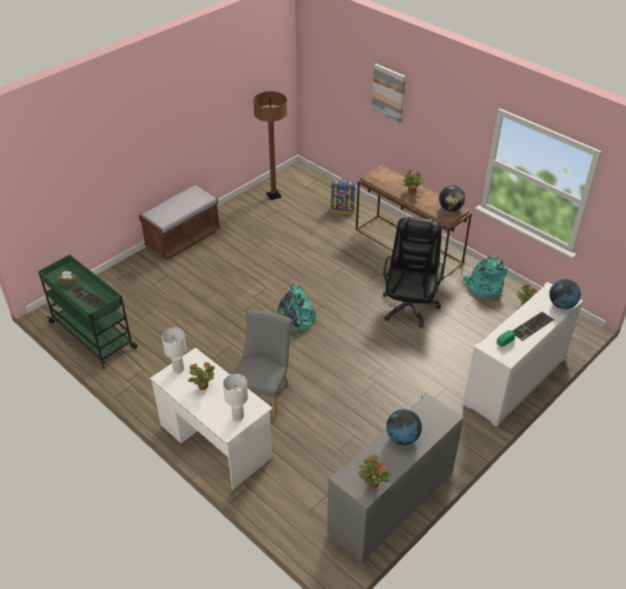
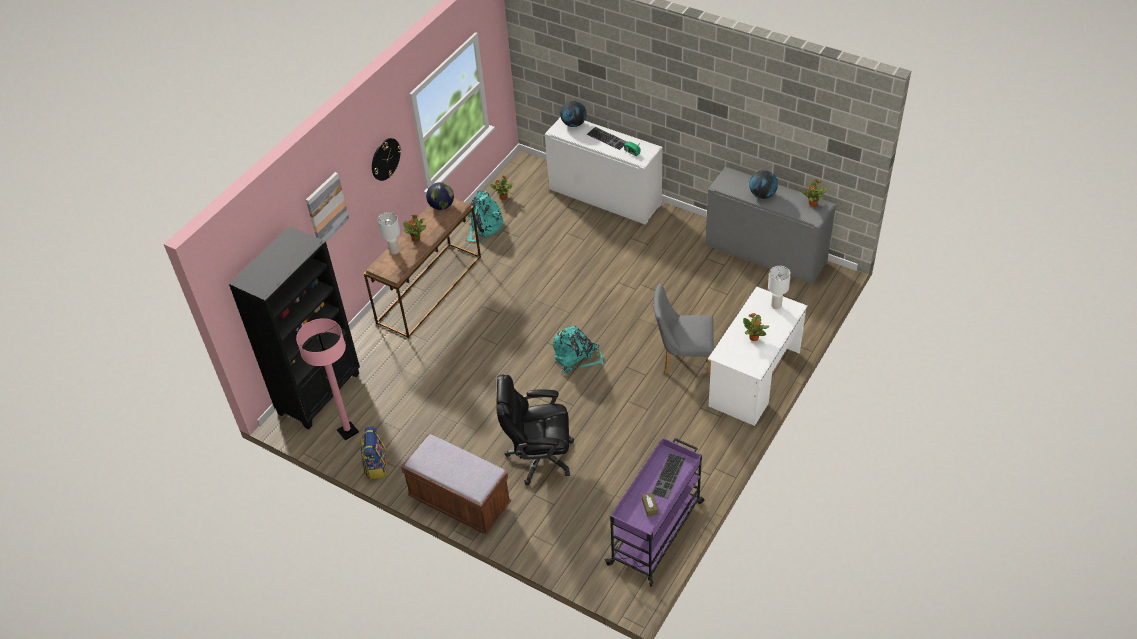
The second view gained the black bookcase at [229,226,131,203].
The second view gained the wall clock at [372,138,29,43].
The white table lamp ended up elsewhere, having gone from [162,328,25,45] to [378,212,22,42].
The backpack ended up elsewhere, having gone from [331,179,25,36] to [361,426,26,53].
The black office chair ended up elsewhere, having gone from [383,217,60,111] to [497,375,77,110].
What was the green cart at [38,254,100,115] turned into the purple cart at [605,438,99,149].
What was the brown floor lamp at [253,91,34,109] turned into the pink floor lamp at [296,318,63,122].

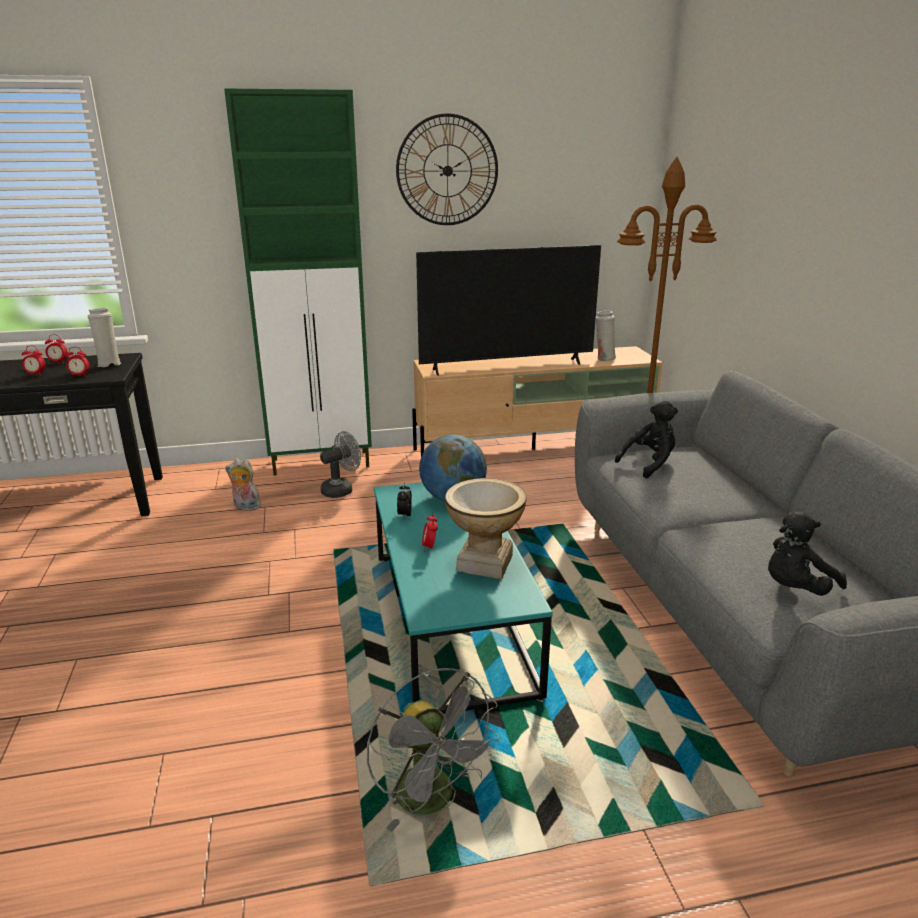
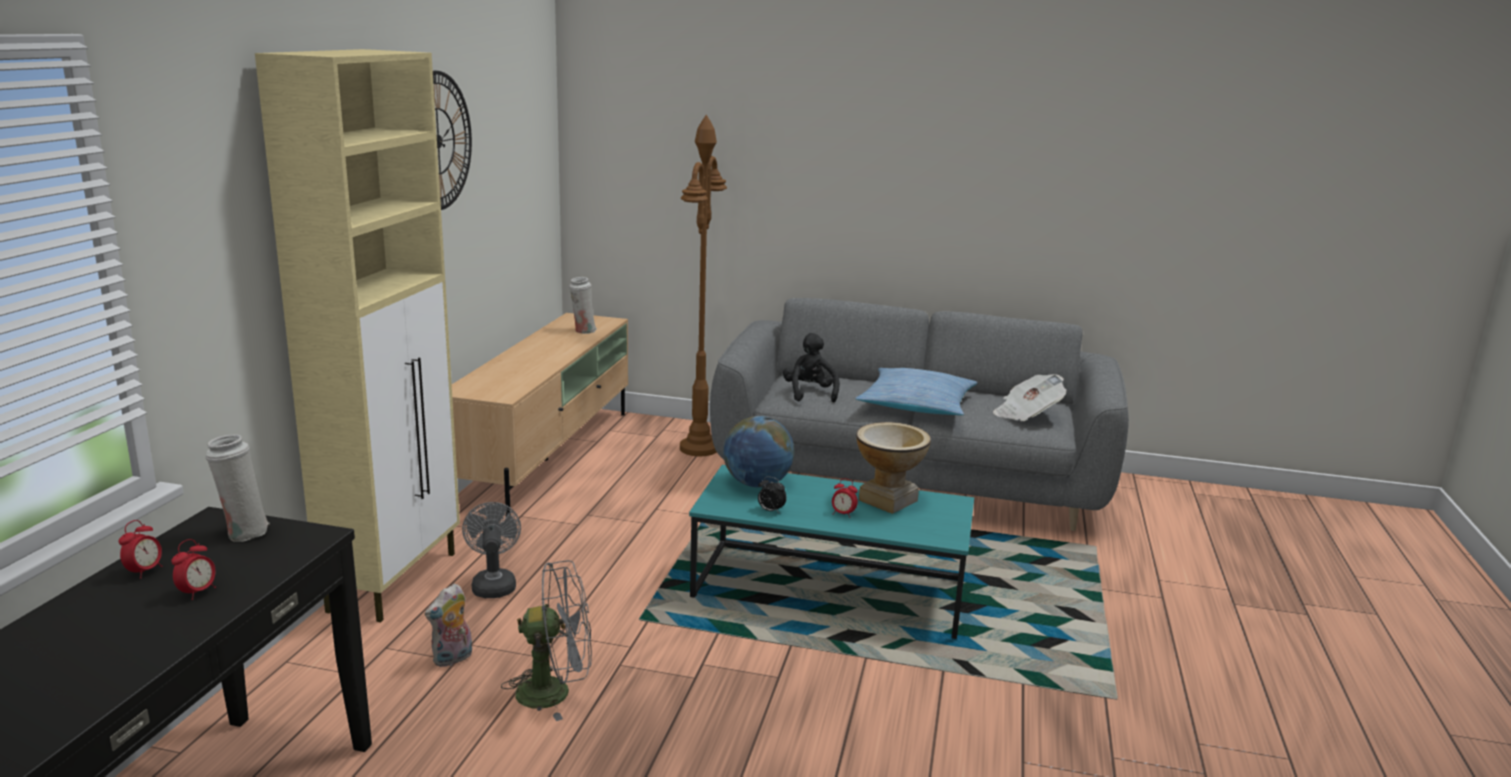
The second view lost the alarm clock at [65,347,24,31].
The second view lost the television at [416,245,185,131].
The second view gained the pillow at [855,368,122,47].
The grey fan ended up elsewhere, having gone from [366,668,134,164] to [501,560,91,161].
Where the black plush toy stood at [768,512,79,84], the newspaper came to stand at [993,374,73,47].
What was the green cabinet at [224,88,148,388] turned into the beige cabinet at [255,49,205,573].

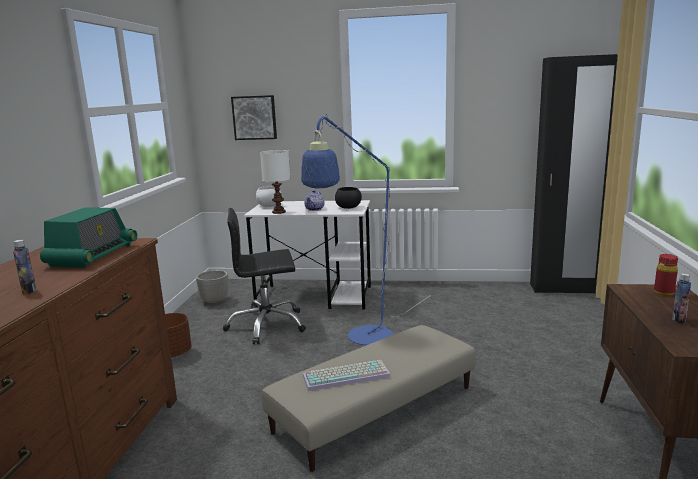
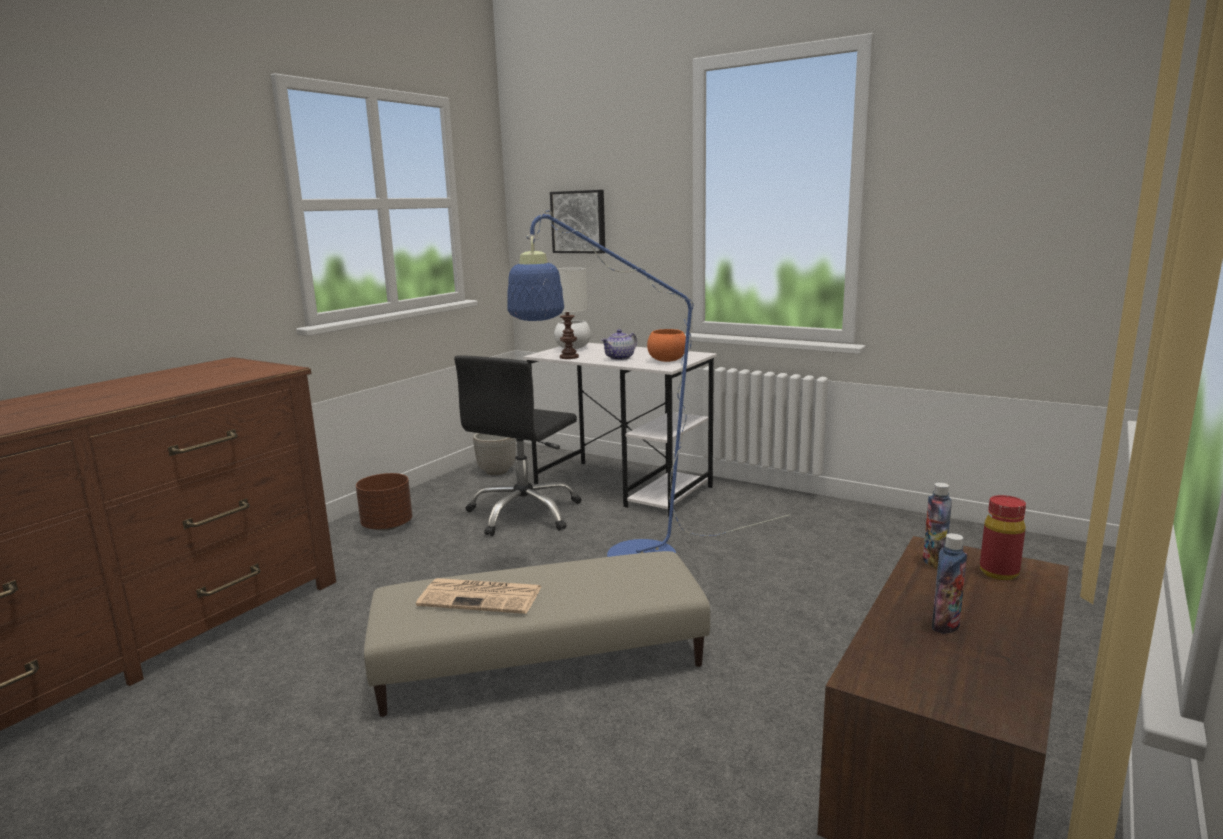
The second view lost the radio at [40,207,97,61].
The second view lost the black wardrobe at [530,54,88,239].
The bottle ended up elsewhere, having gone from [13,240,24,54] to [923,482,29,87].
Where the keyboard stood at [303,360,88,31], the newspaper came to stand at [416,578,125,36].
What was the black bowl at [335,187,27,22] turned into the orange bowl at [647,329,39,33].
The black office chair at [223,208,83,136] ended up facing another way, 75 degrees counterclockwise from before.

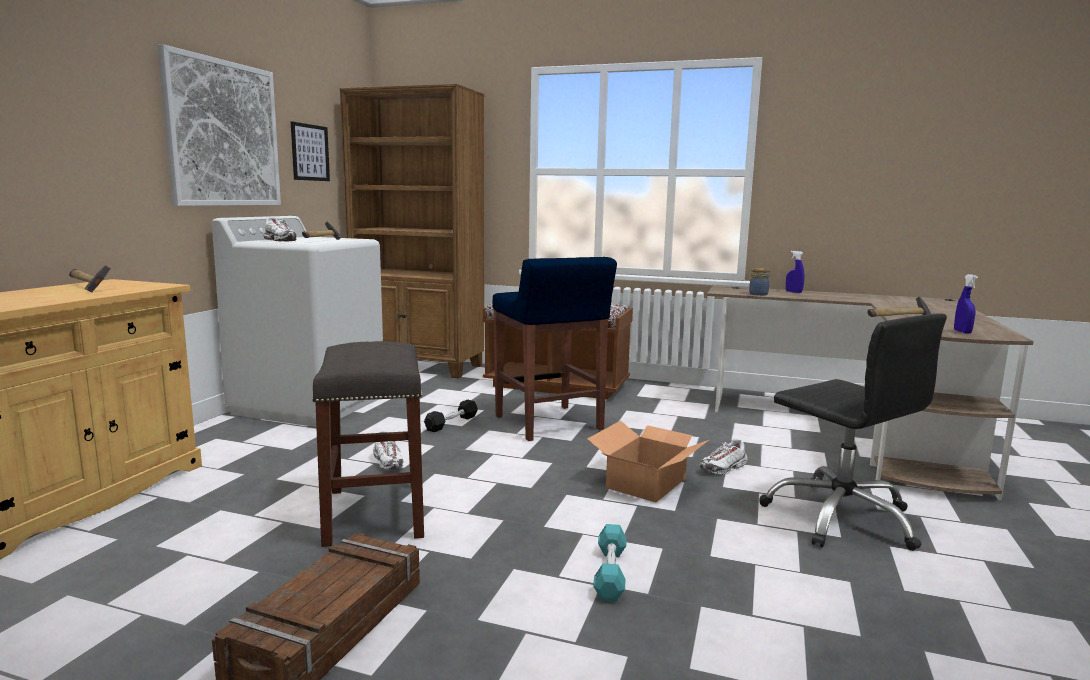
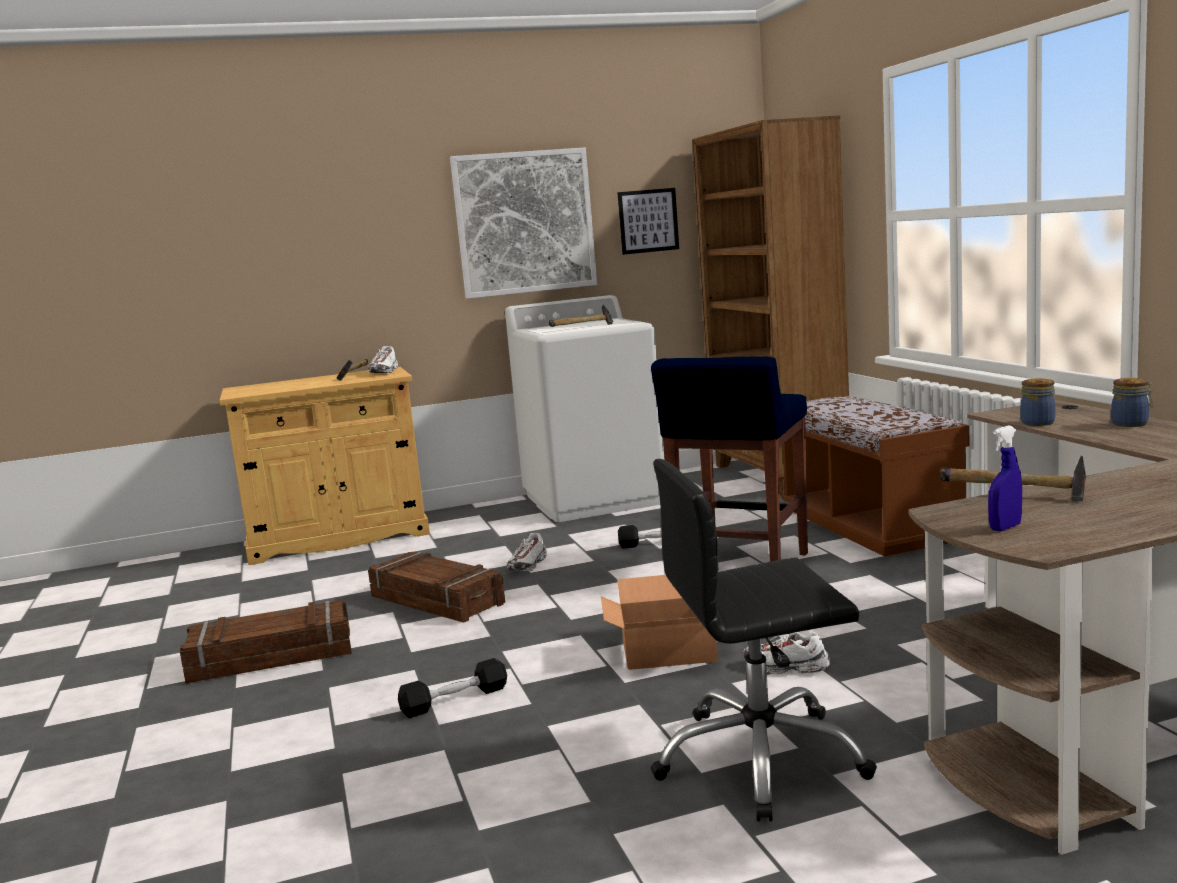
The white shoe ended up elsewhere, having gone from [263,217,34,25] to [368,346,30,27].
Where the grey stool stood at [312,341,112,206], the crate came to stand at [368,552,137,71].
Where the blue spray bottle stood at [786,251,18,42], the jar came to stand at [1111,378,42,49].
What was the turquoise dumbbell at [593,524,34,78] turned into the black dumbbell at [398,658,109,60].
The black office chair at [759,313,188,238] ended up facing another way, 60 degrees clockwise from before.

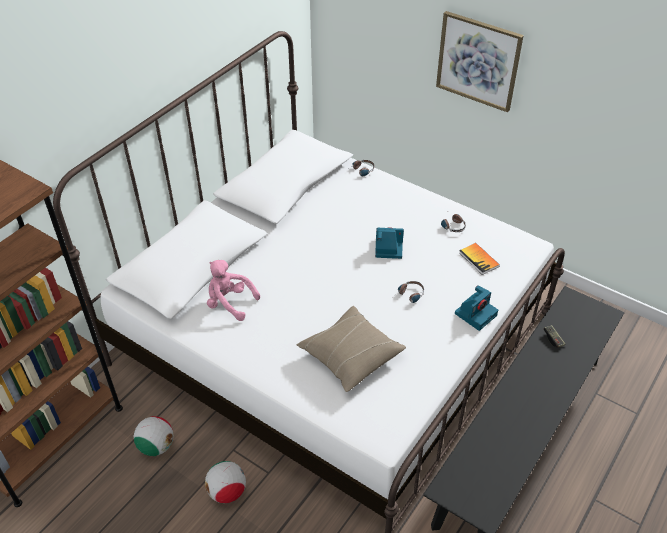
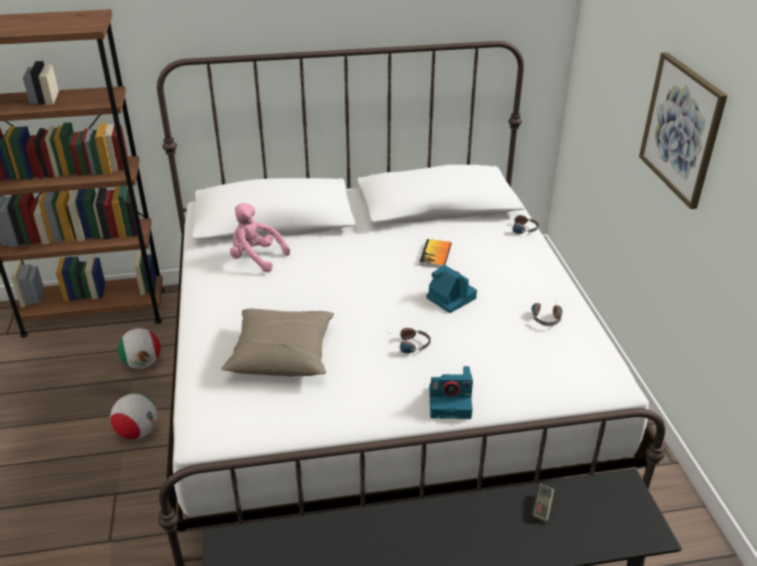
The book ended up elsewhere, having gone from [459,243,41,32] to [419,239,33,29].
The pink plush toy at [207,260,53,61] ended up facing another way, 45 degrees counterclockwise from before.

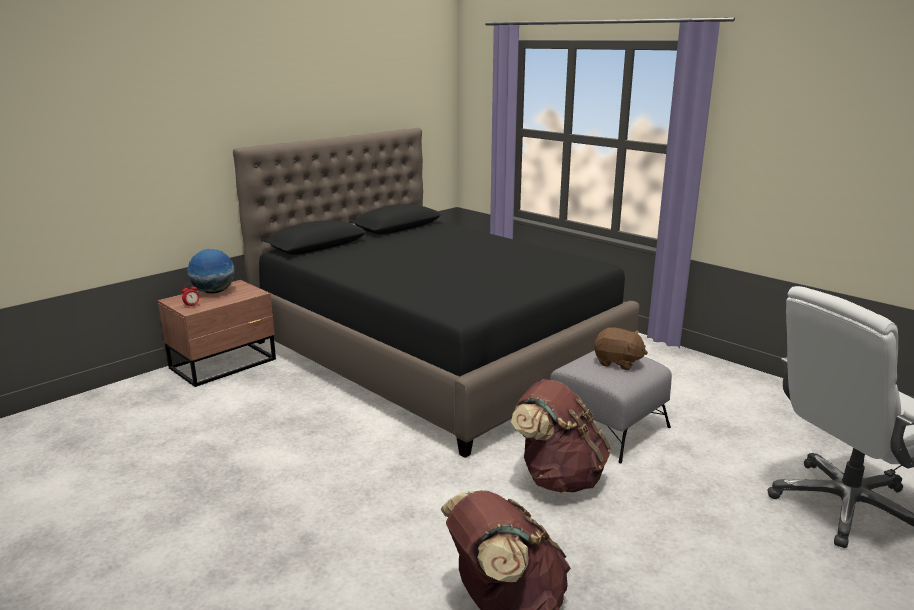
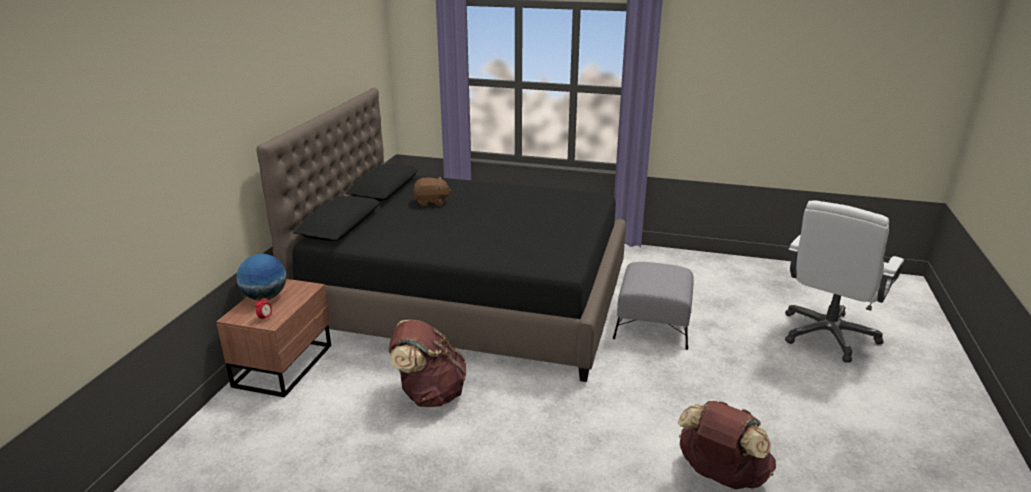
The brown backpack ended up elsewhere, having gone from [511,379,100,113] to [388,320,78,87].
The brown plush toy ended up elsewhere, having gone from [594,327,54,43] to [413,177,38,29].

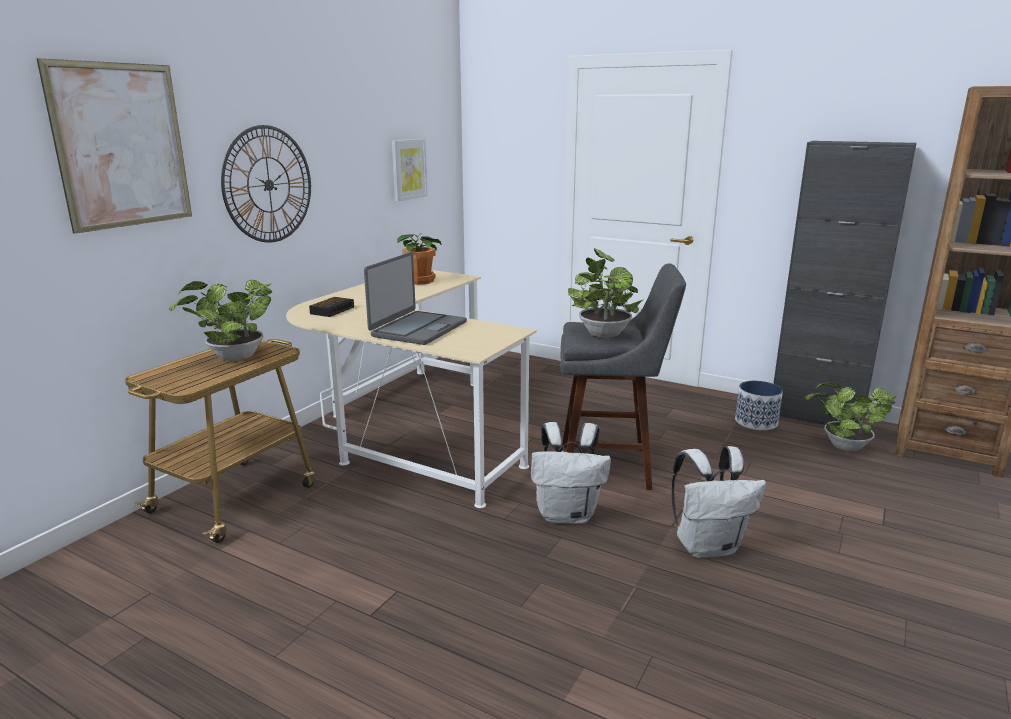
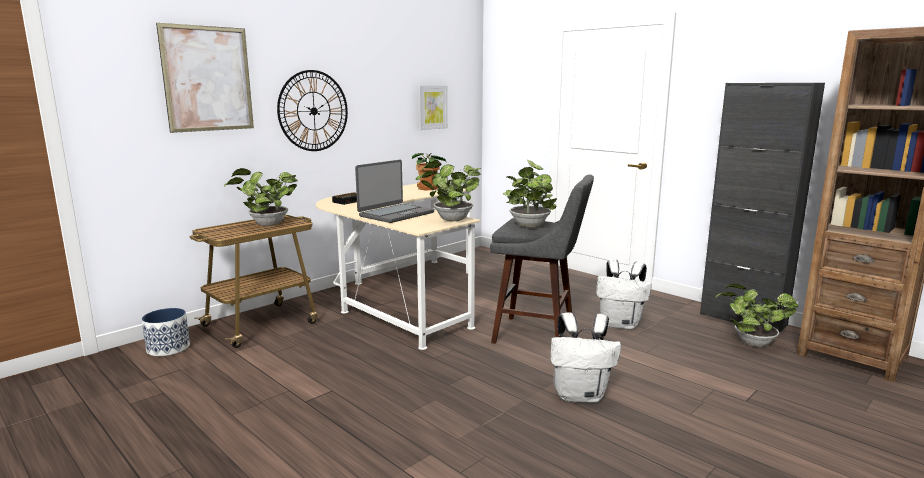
The second view gained the potted plant at [416,161,65,60].
The white backpack ended up elsewhere, having gone from [531,422,80,102] to [596,260,55,70].
The planter ended up elsewhere, having gone from [735,381,48,49] to [142,308,48,48].

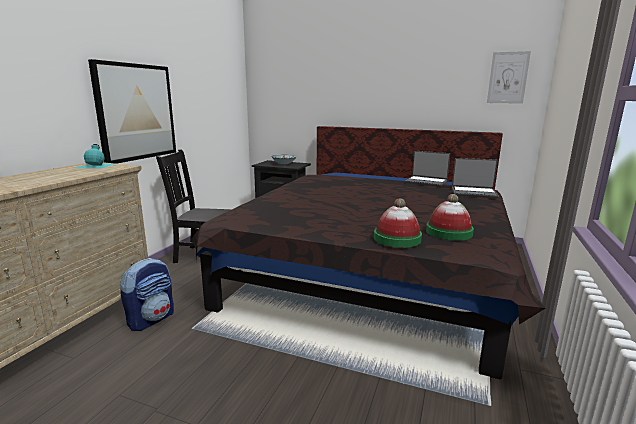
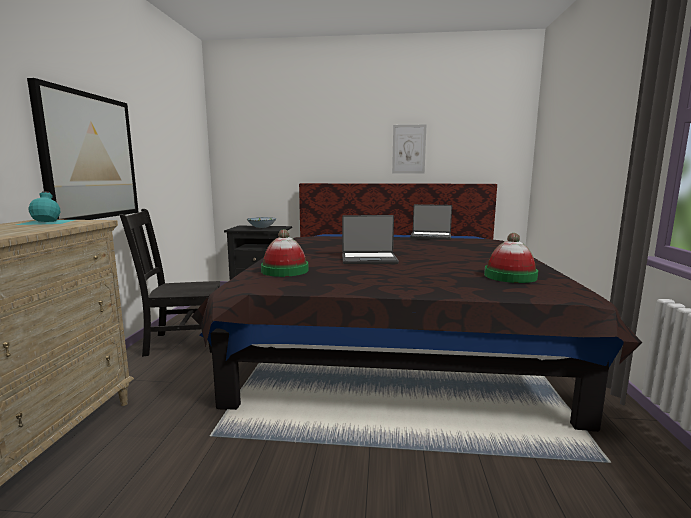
The second view lost the backpack at [120,258,54,73].
The hat ended up elsewhere, having gone from [374,198,48,50] to [261,229,47,48].
The laptop ended up elsewhere, having gone from [452,158,47,40] to [342,215,57,49].
The picture ended up elsewhere, having gone from [487,51,44,53] to [392,125,34,49].

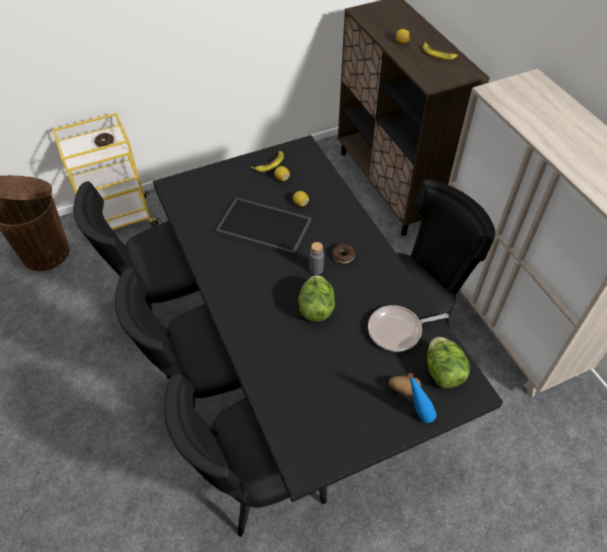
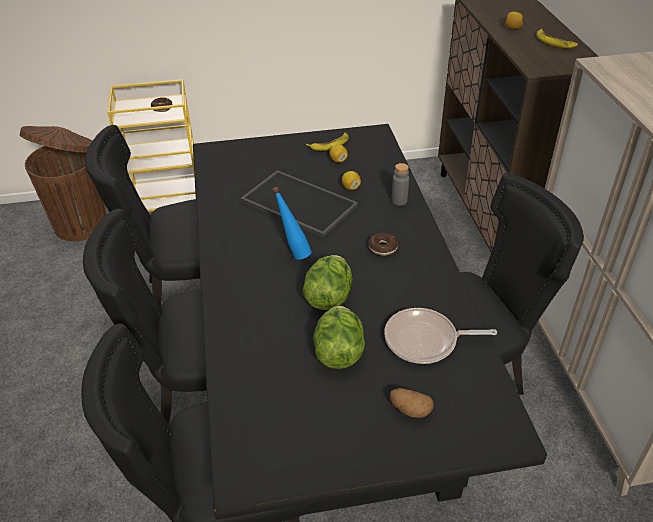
The grey bottle ended up elsewhere, having gone from [310,242,14,33] to [392,163,17,43].
The blue bottle ended up elsewhere, having gone from [408,373,28,50] to [273,187,39,73].
The lettuce ended up elsewhere, having gone from [427,337,43,51] to [313,306,52,63].

